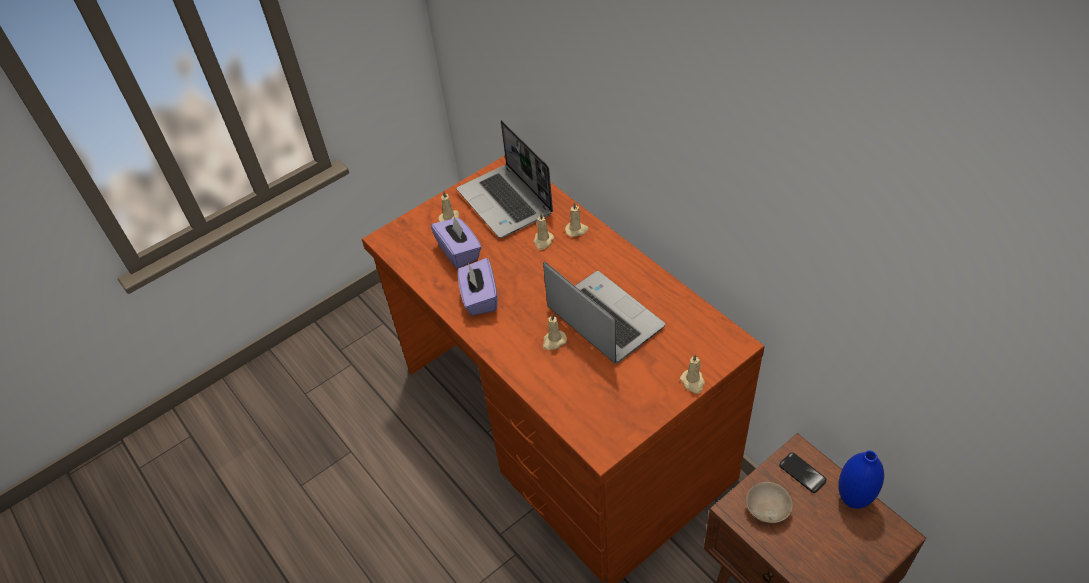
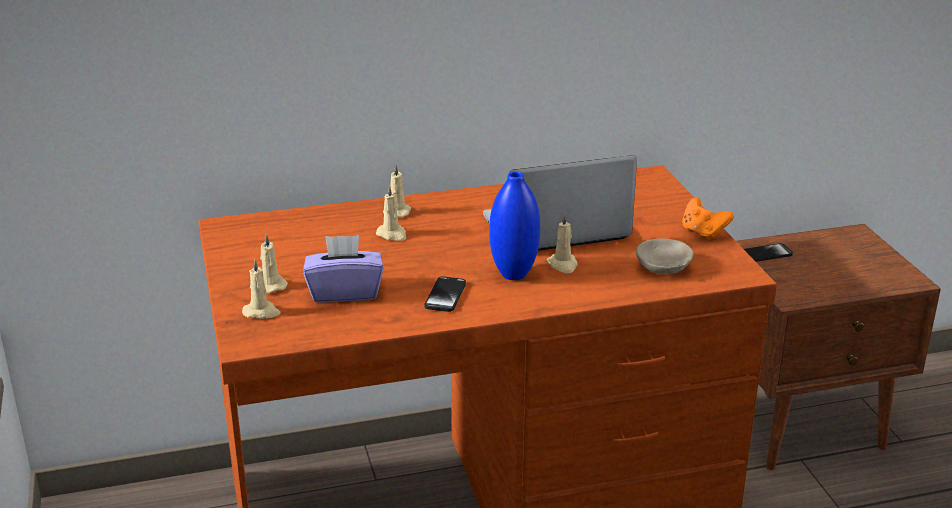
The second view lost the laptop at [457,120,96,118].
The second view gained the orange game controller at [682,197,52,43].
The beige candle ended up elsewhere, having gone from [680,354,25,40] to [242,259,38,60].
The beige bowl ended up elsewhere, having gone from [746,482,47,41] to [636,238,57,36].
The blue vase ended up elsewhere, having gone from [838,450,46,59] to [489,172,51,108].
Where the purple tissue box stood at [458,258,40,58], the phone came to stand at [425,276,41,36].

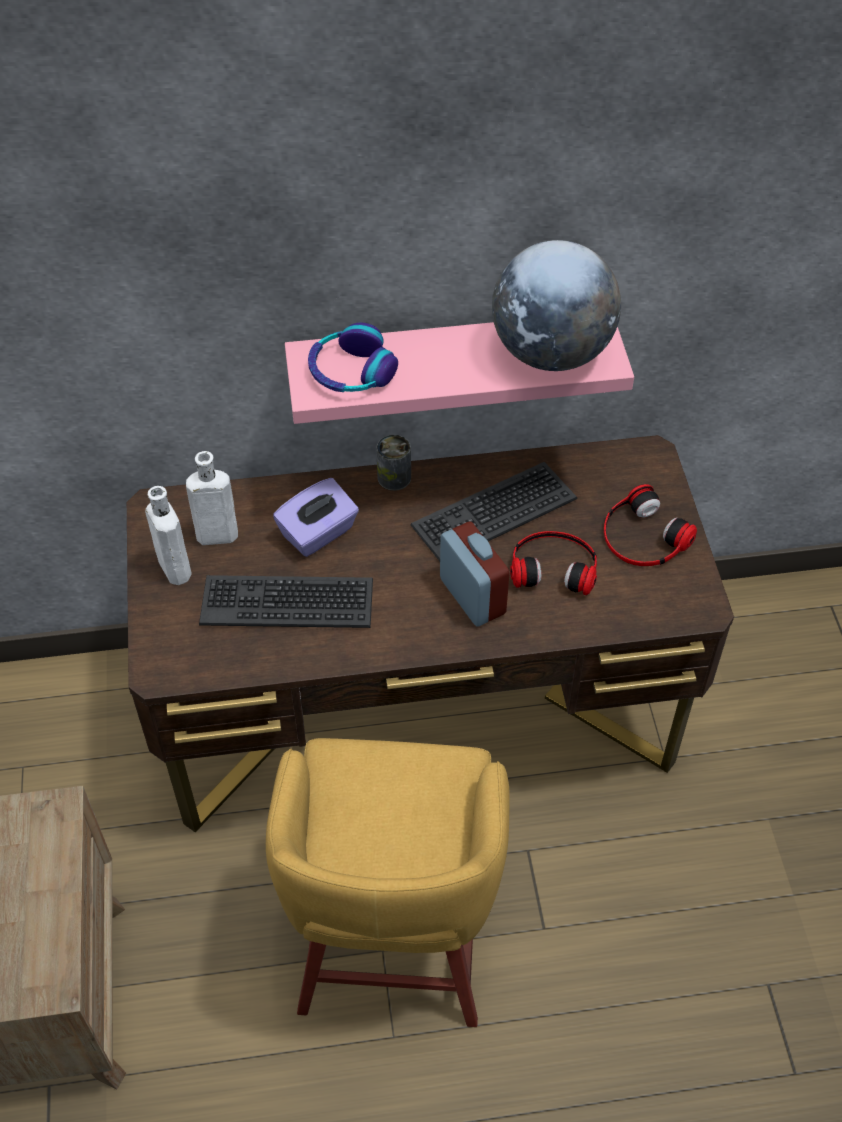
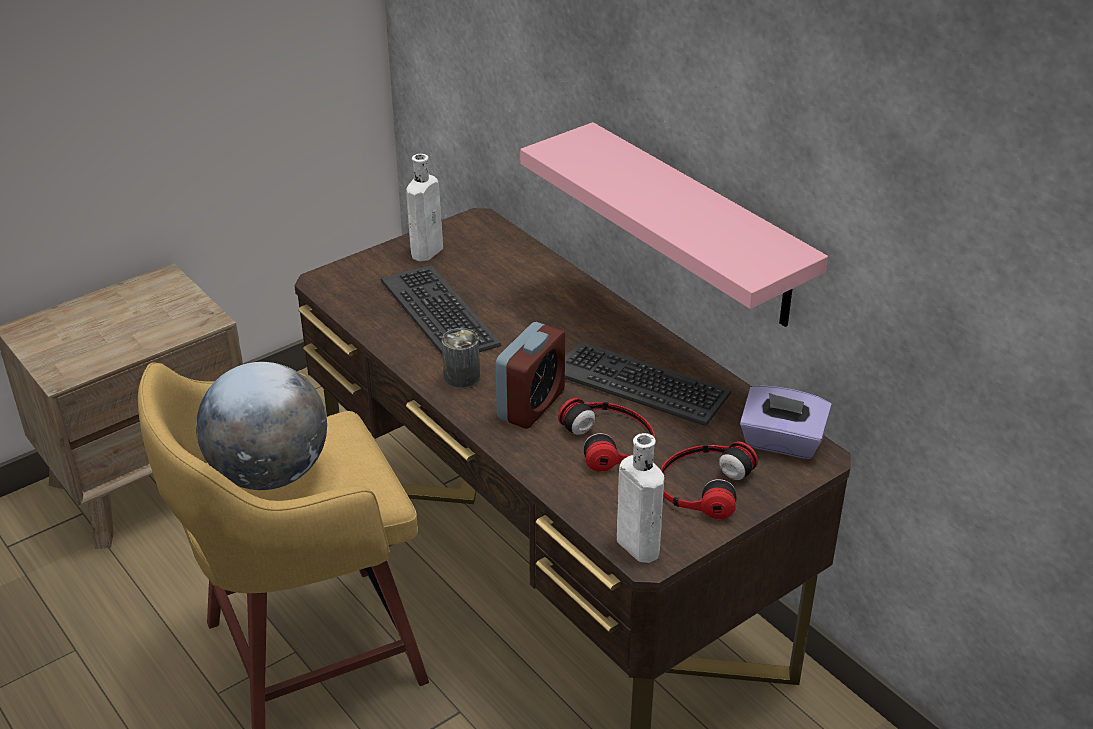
The second view lost the headphones at [308,323,90,69].
The white bottle ended up elsewhere, having gone from [186,451,52,94] to [617,433,47,130].
The purple tissue box ended up elsewhere, having gone from [273,478,86,79] to [740,386,92,73].
The can ended up elsewhere, having gone from [376,435,35,56] to [442,328,38,61].
The globe ended up elsewhere, having gone from [492,240,129,131] to [196,362,131,128].

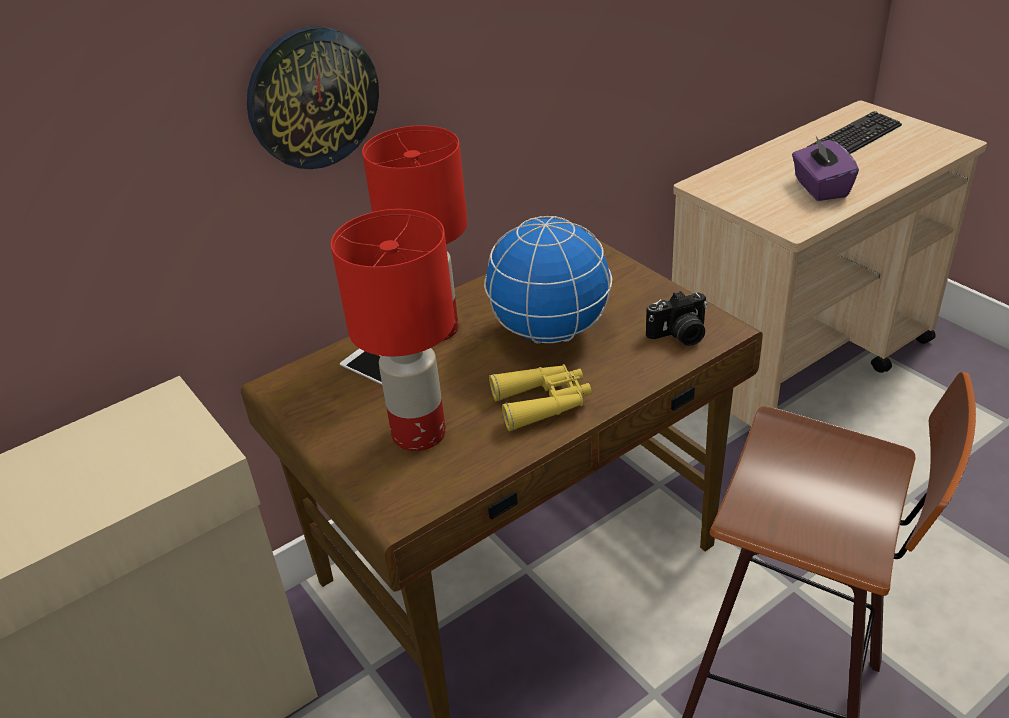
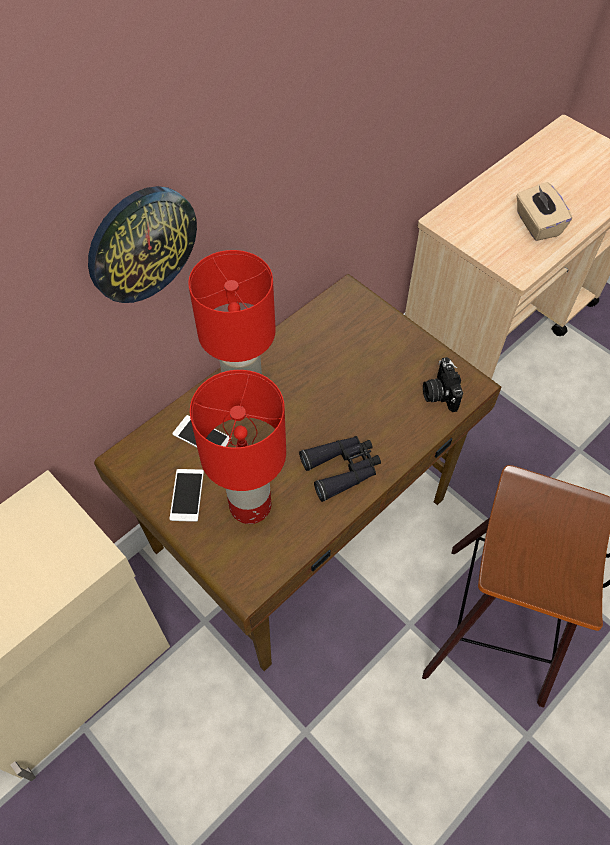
The second view lost the globe at [484,216,128,128].
The second view lost the keyboard at [807,111,95,43].
The second view gained the phone at [169,469,35,53].
What was the yellow binoculars at [489,364,103,67] turned into the black binoculars at [299,436,82,66].
What was the purple tissue box at [792,136,67,65] turned into the beige tissue box at [516,182,56,59].
The photo camera at [646,291,61,55] ended up facing another way, 105 degrees clockwise from before.

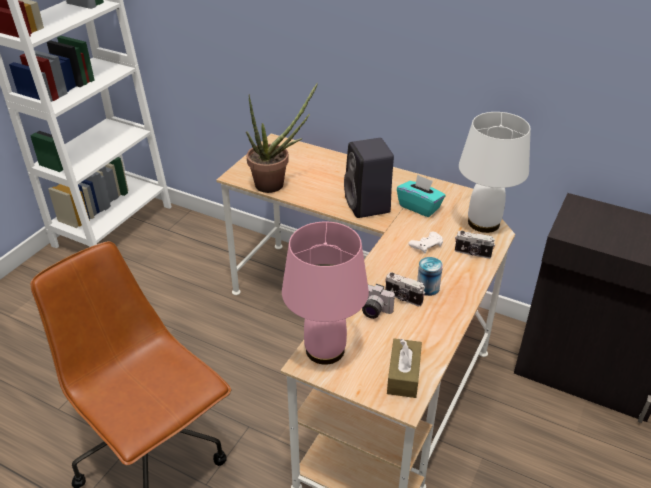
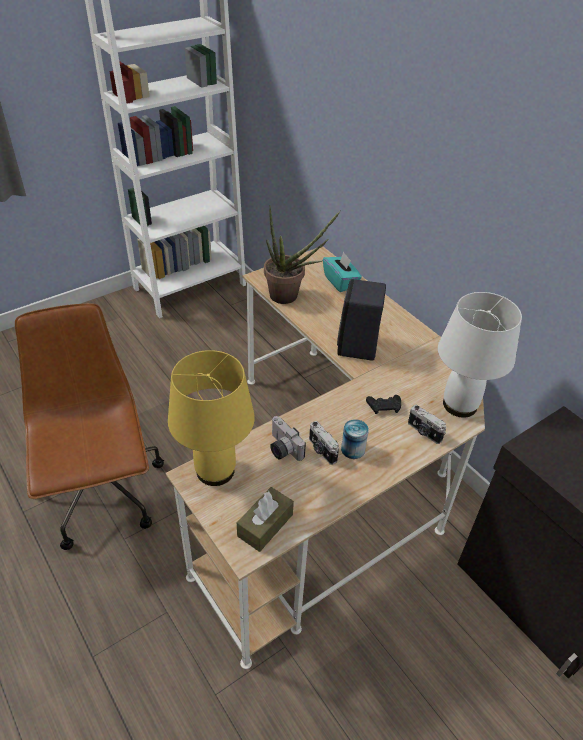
The turquoise tissue box ended up elsewhere, having gone from [397,174,48,43] to [323,252,39,40].
What was the pink table lamp at [282,222,87,143] turned into the yellow table lamp at [168,350,87,136].
What was the white game controller at [408,232,35,21] turned into the black game controller at [366,395,35,19].

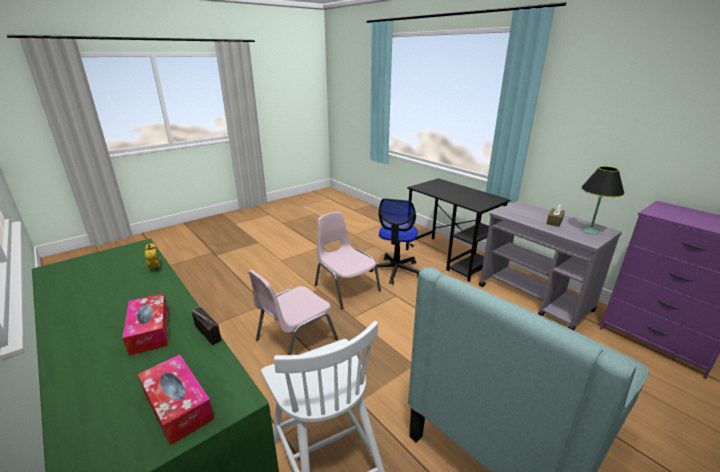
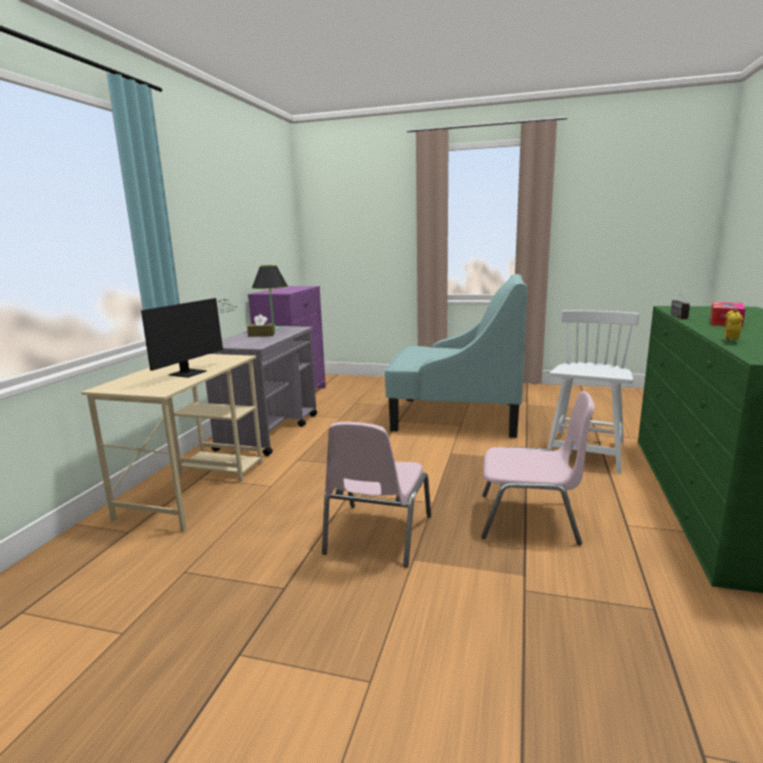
The second view lost the tissue box at [138,355,76,90].
The second view lost the office chair at [369,198,51,87].
The second view gained the monitor at [141,298,96,80].
What was the black desk at [406,178,104,104] turned into the beige desk at [81,354,182,178].

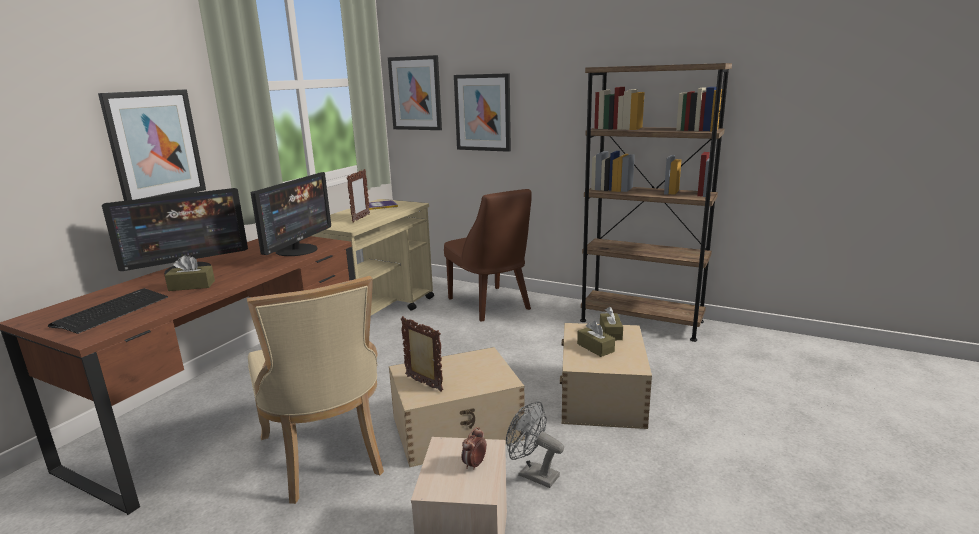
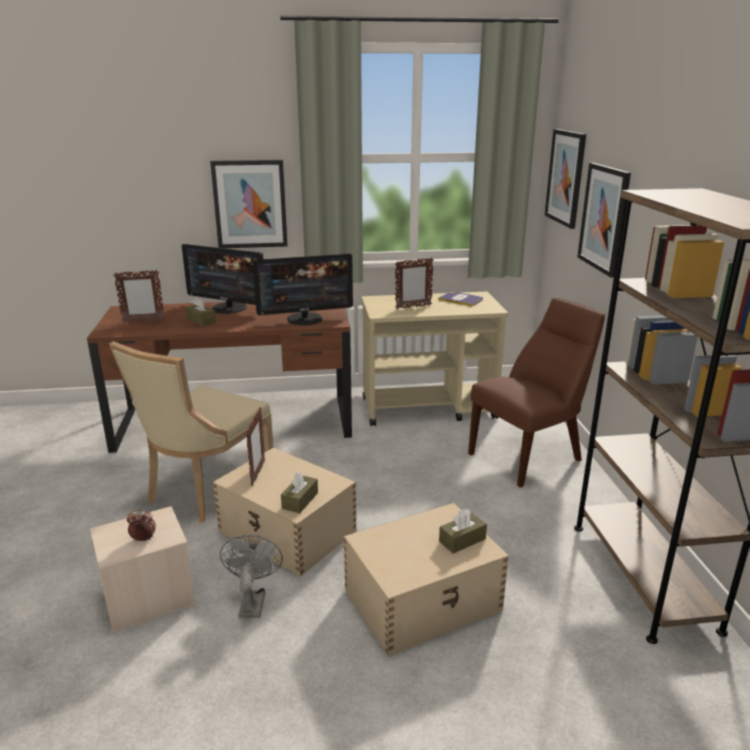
The brown tissue box ended up elsewhere, having gone from [577,321,38,36] to [281,471,37,42].
Where the keyboard stood at [48,288,120,46], the picture frame came to stand at [113,270,52,53].
The brown chair at [444,189,88,133] ended up facing another way, 150 degrees counterclockwise from before.

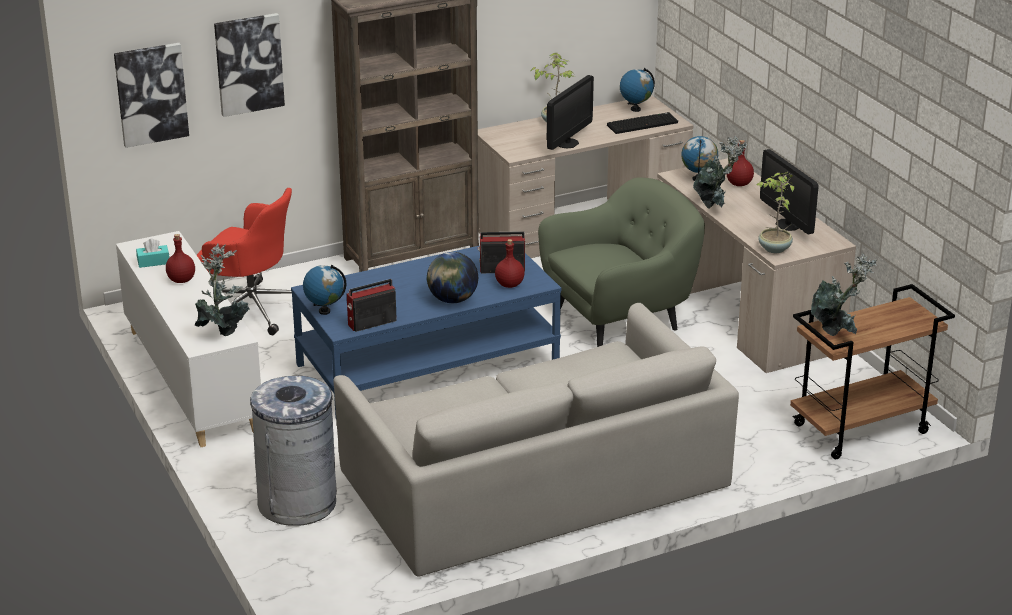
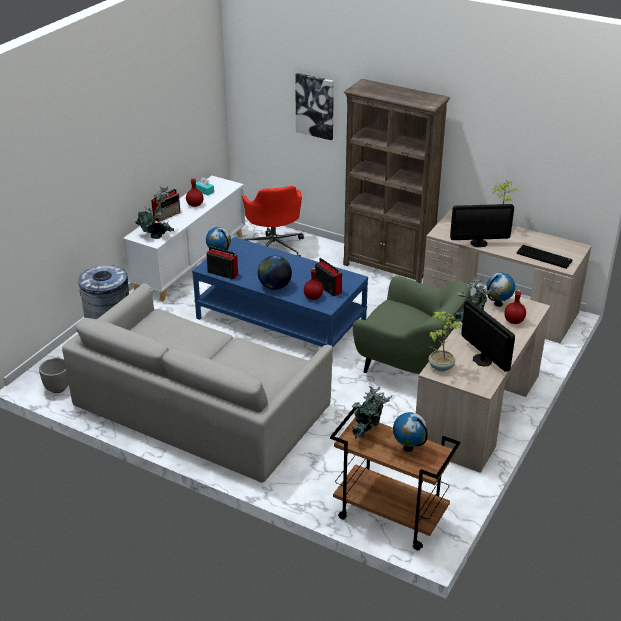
The second view lost the picture at [114,43,75,105].
The second view gained the planter at [39,358,30,35].
The second view gained the radio at [151,189,29,33].
The globe ended up elsewhere, having gone from [620,68,35,44] to [393,412,35,40].
The monitor at [760,149,59,85] ended up facing another way, 120 degrees clockwise from before.

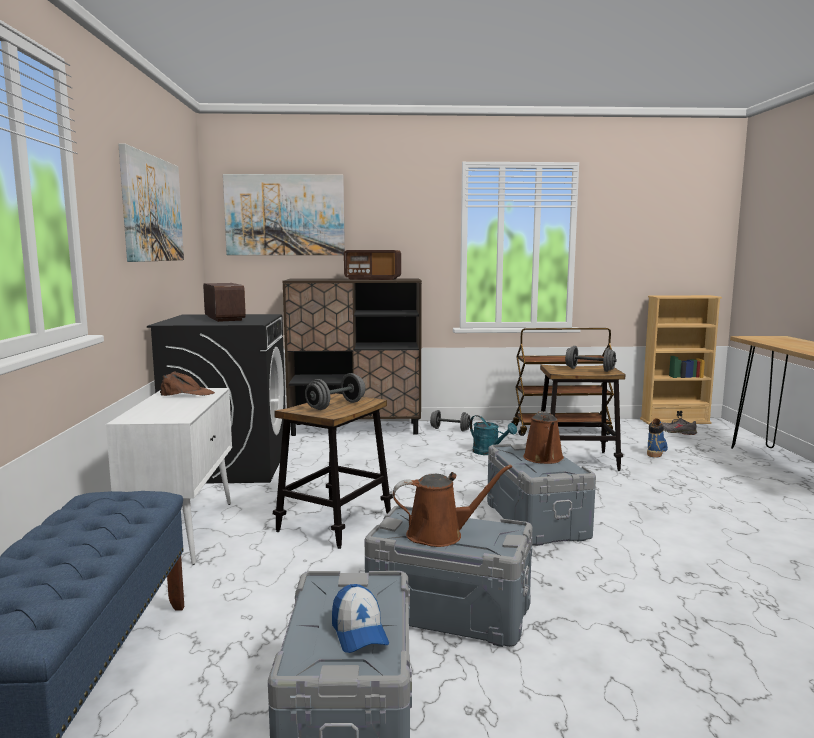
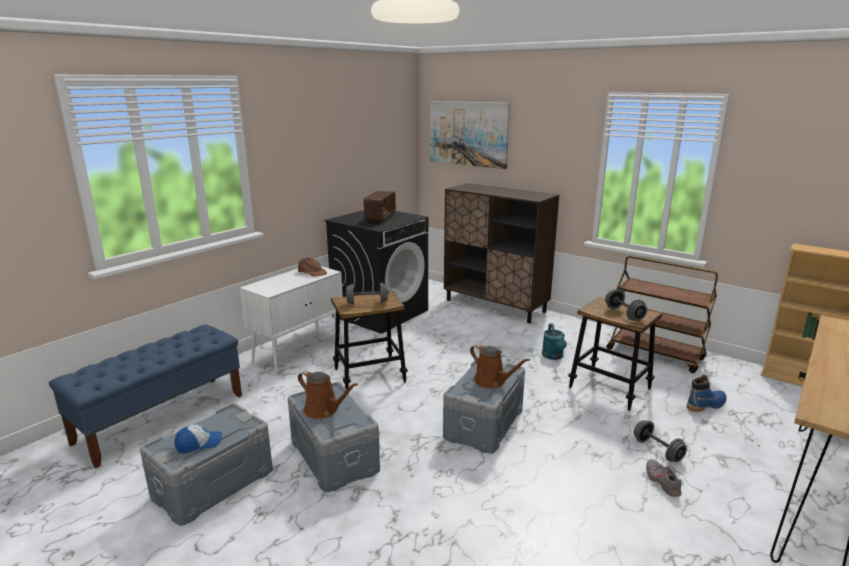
The second view lost the picture at [118,144,66,118].
The second view lost the radio at [344,250,57,30].
The grey dumbbell ended up elsewhere, having gone from [430,410,40,22] to [634,420,53,42].
The grey shoe ended up elsewhere, having gone from [662,418,35,17] to [646,459,36,38].
The cap at [332,584,57,69] ended up facing another way, 135 degrees counterclockwise from before.
The brown watering can at [523,412,41,52] ended up facing another way, 90 degrees counterclockwise from before.

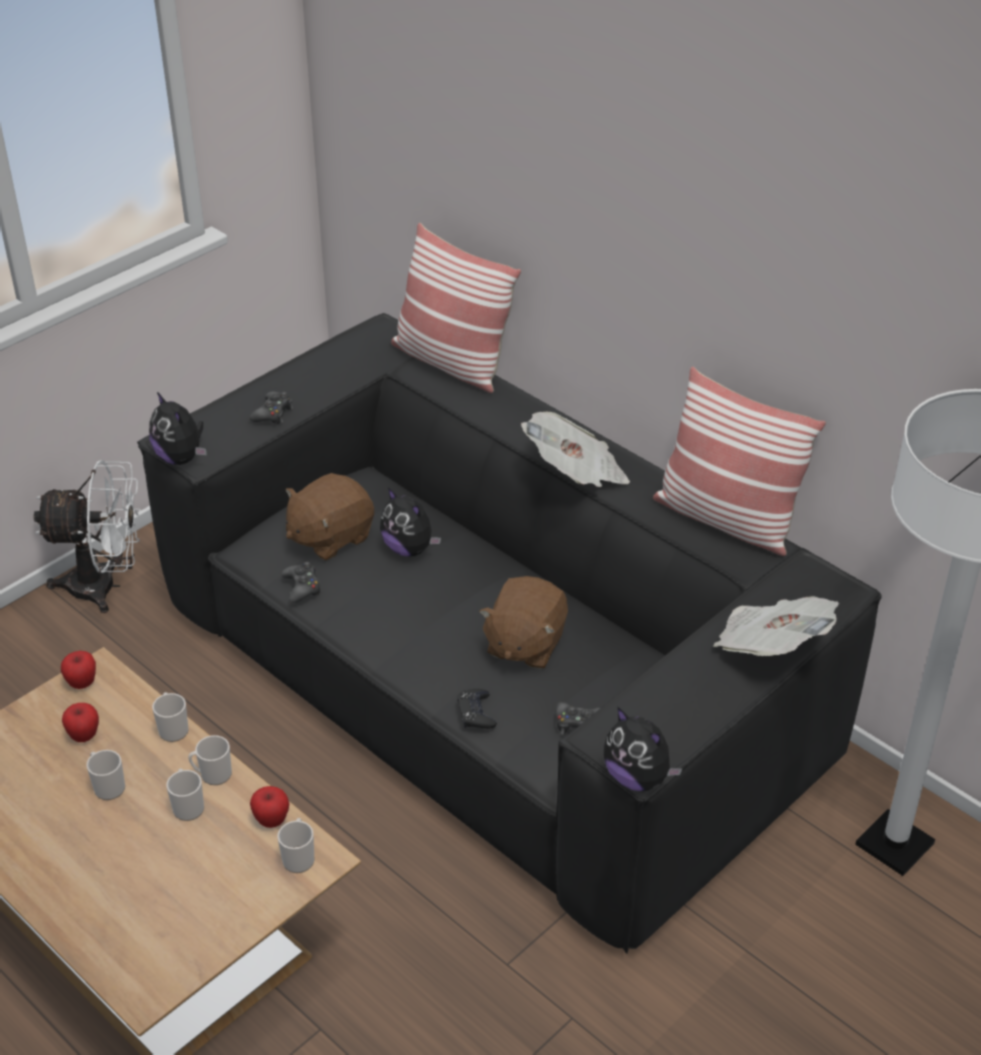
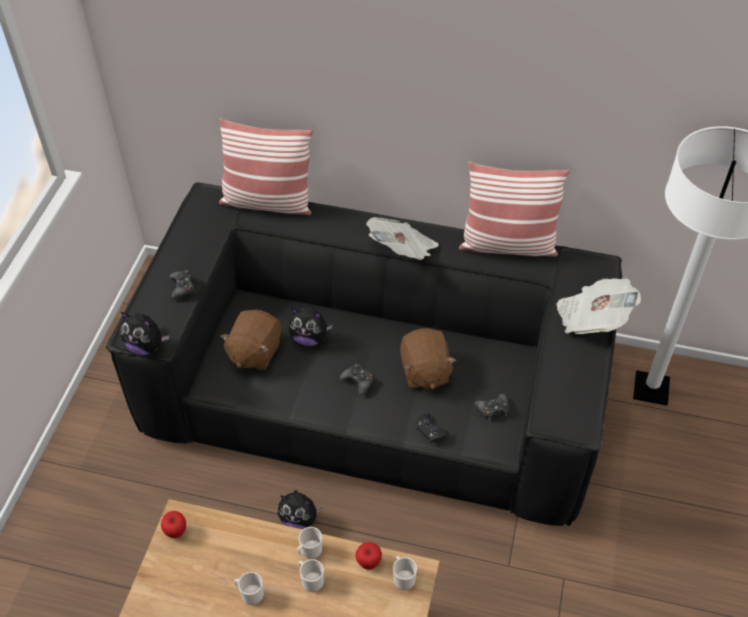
The second view lost the white fan at [34,460,107,153].
The second view lost the apple at [62,703,37,39].
The second view lost the mug at [152,692,37,50].
The black game controller ended up elsewhere, having gone from [282,562,40,41] to [340,364,33,31].
The plush toy ended up elsewhere, having gone from [604,707,78,84] to [278,490,45,39].

